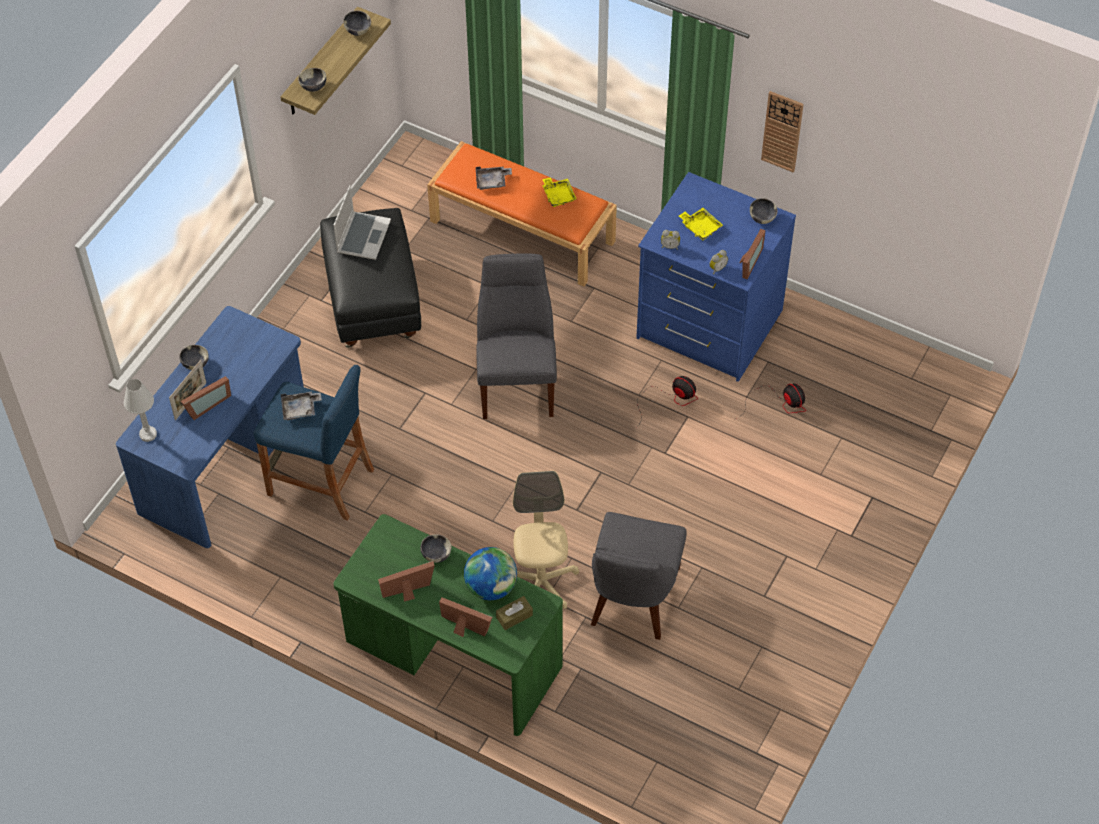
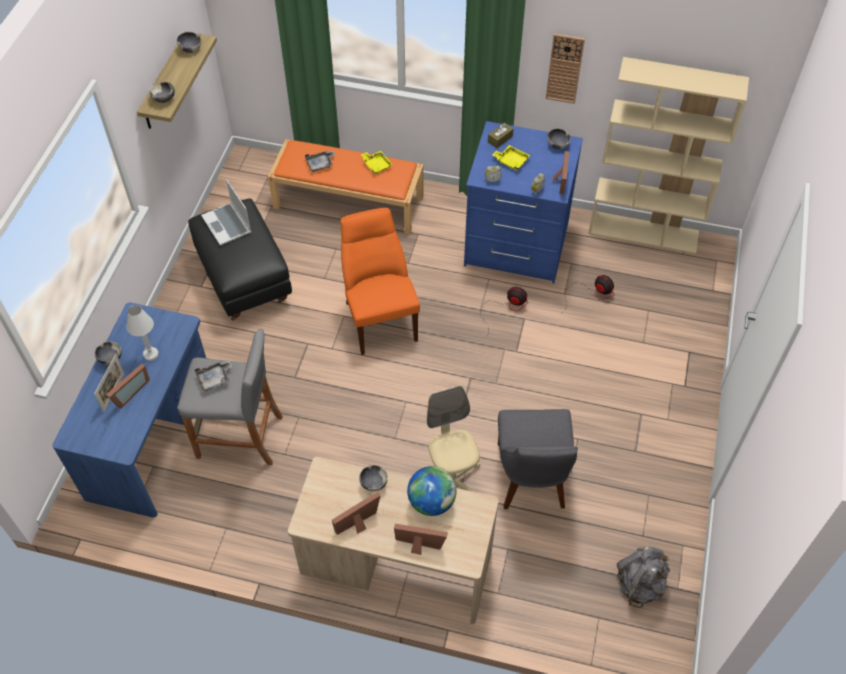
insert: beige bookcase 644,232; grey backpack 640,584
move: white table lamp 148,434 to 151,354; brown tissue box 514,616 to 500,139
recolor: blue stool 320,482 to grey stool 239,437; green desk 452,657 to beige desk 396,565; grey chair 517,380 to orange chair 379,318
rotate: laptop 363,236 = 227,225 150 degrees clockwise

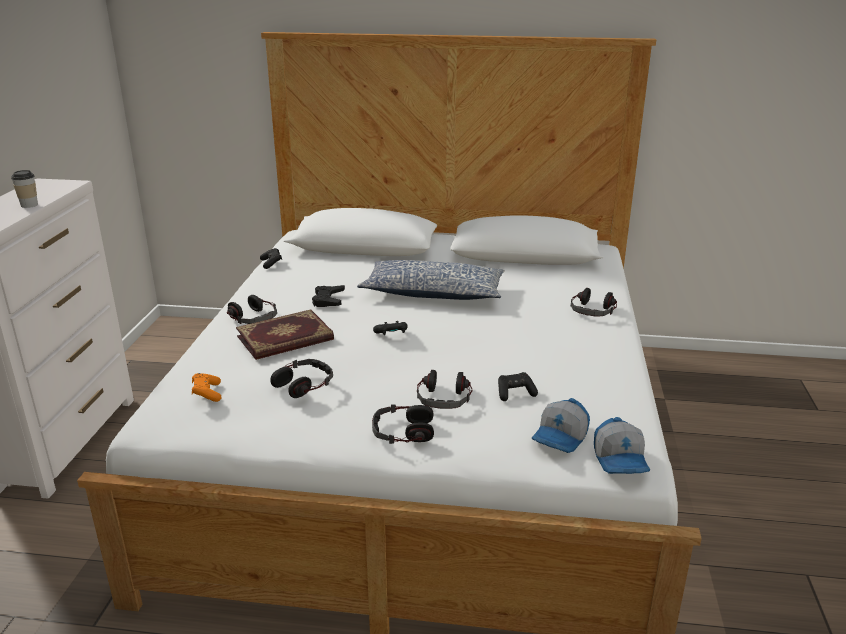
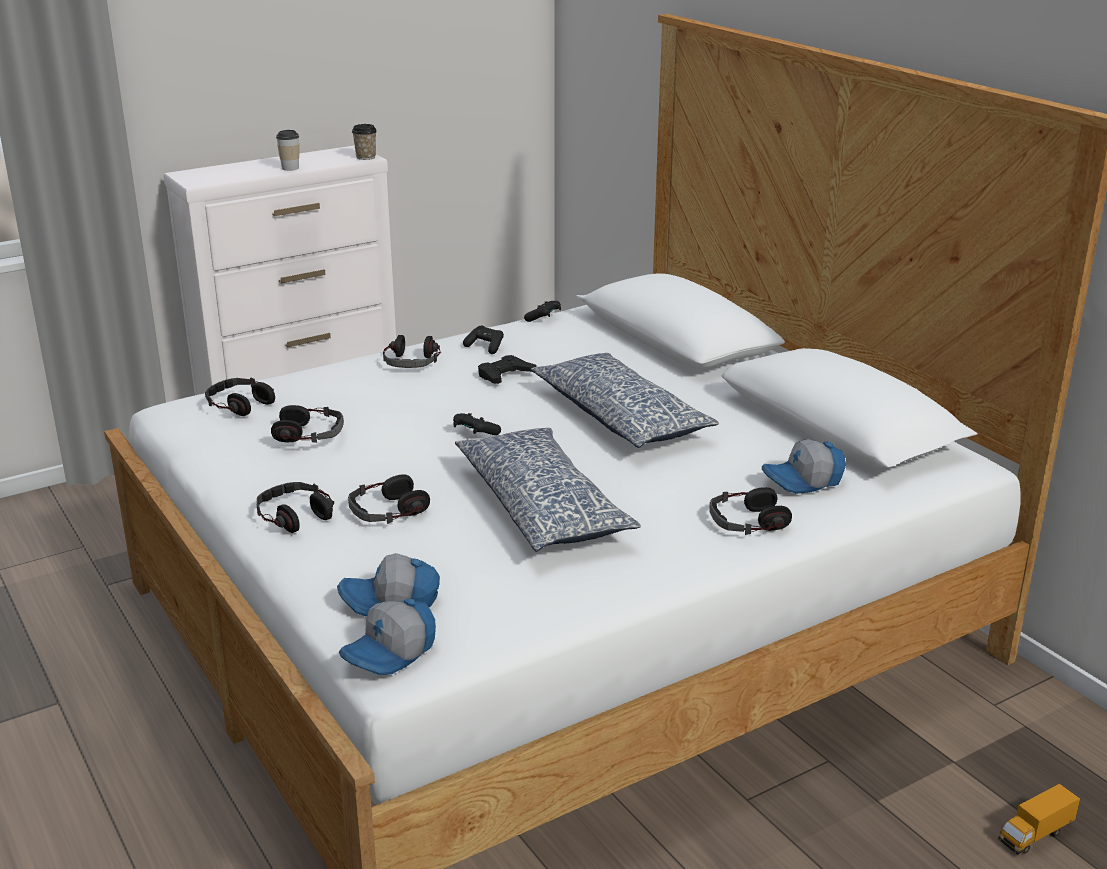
delete: book 285,339
insert: cup 365,157; pillow 542,506; cap 803,481; toy truck 1035,835
move: black game controller 515,393 to 485,347
replace: orange game controller 207,394 to headphones 240,404

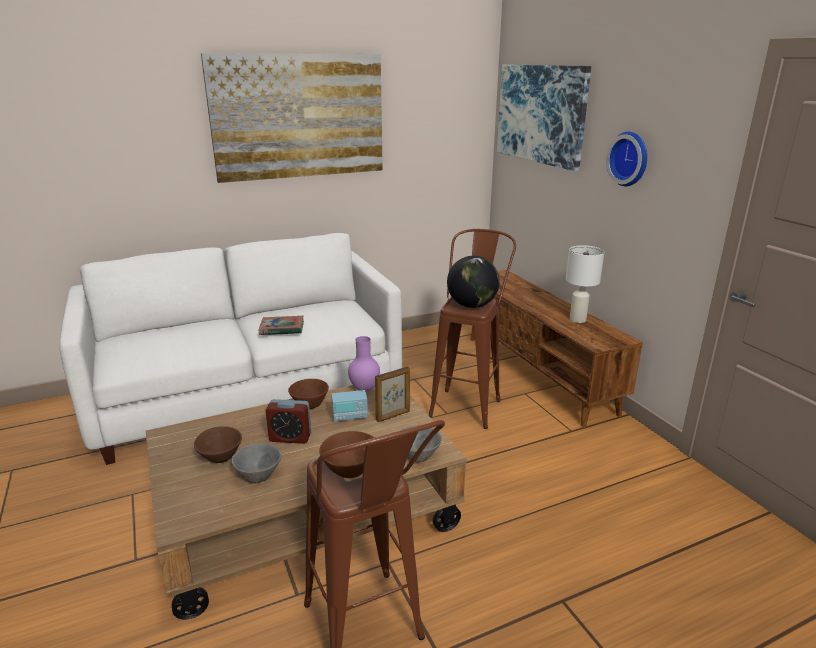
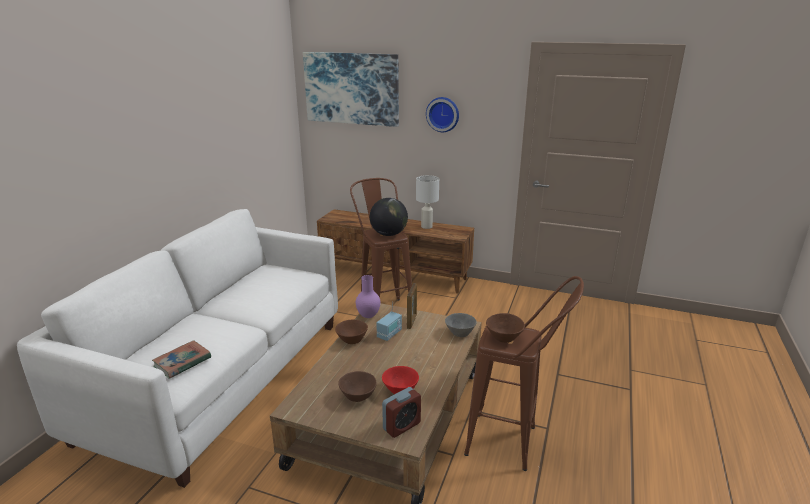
delete: picture 299,116
move: book 282,329 to 182,362; alarm clock 290,438 to 401,426
recolor: grey bowl 260,475 to red bowl 401,390

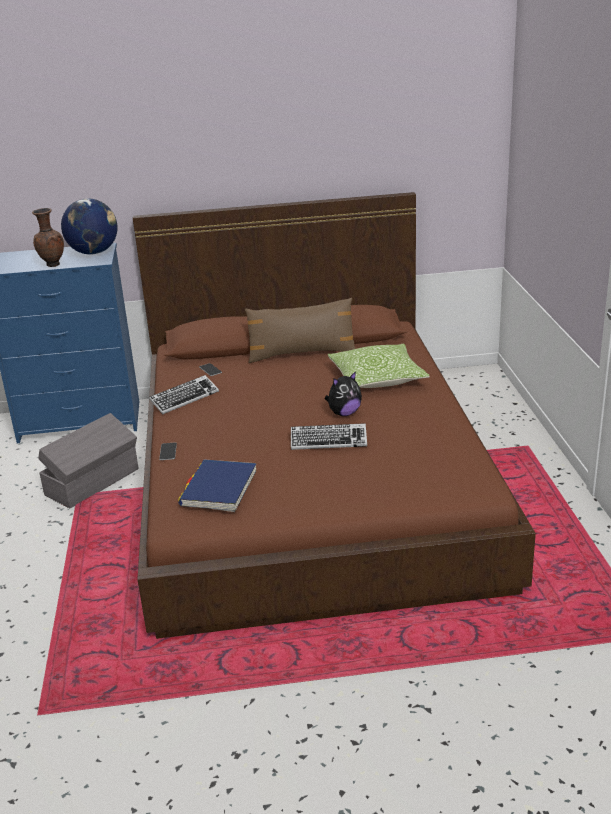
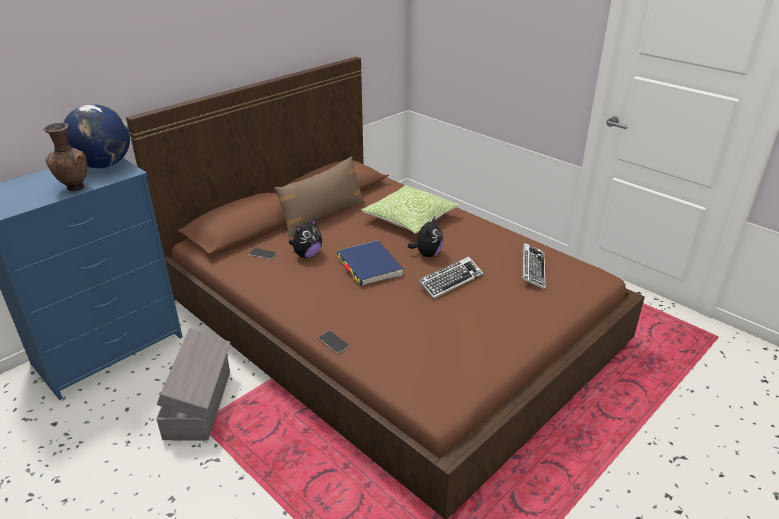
insert: plush toy 307,255
move: blue book 219,489 to 369,266; keyboard 184,398 to 532,269

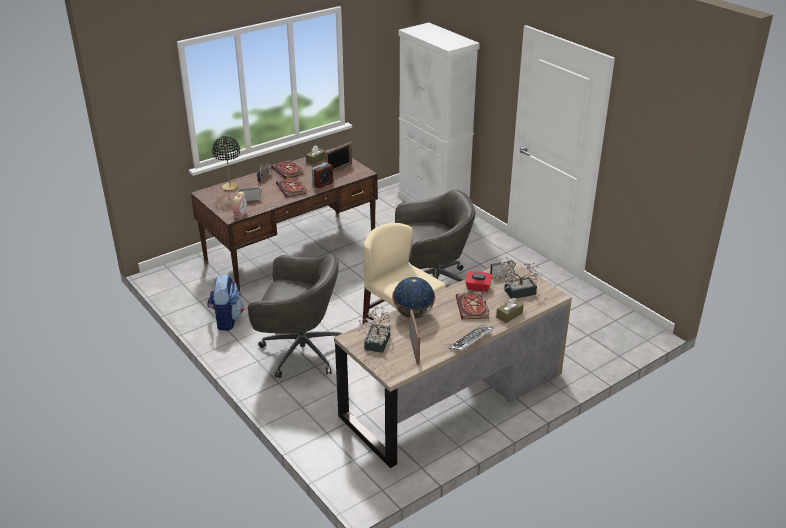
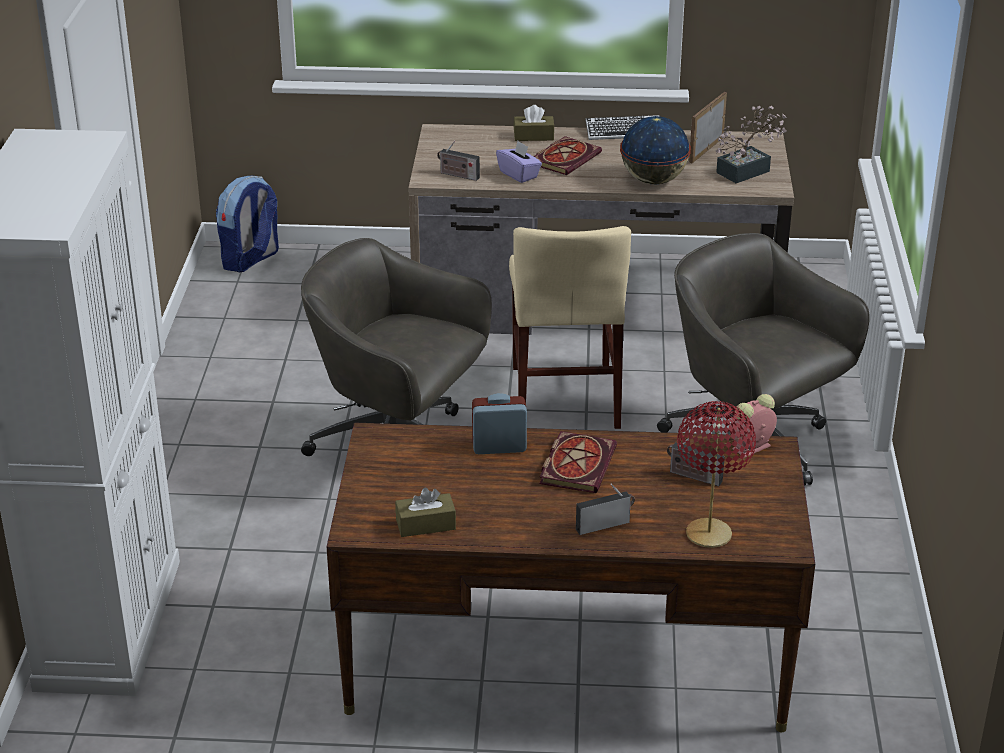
delete: book 288,171; picture frame 339,169; potted plant 516,292
move: backpack 226,320 to 250,260
recolor: red tissue box 478,288 to purple tissue box 519,174; black table lamp 230,187 to red table lamp 709,535

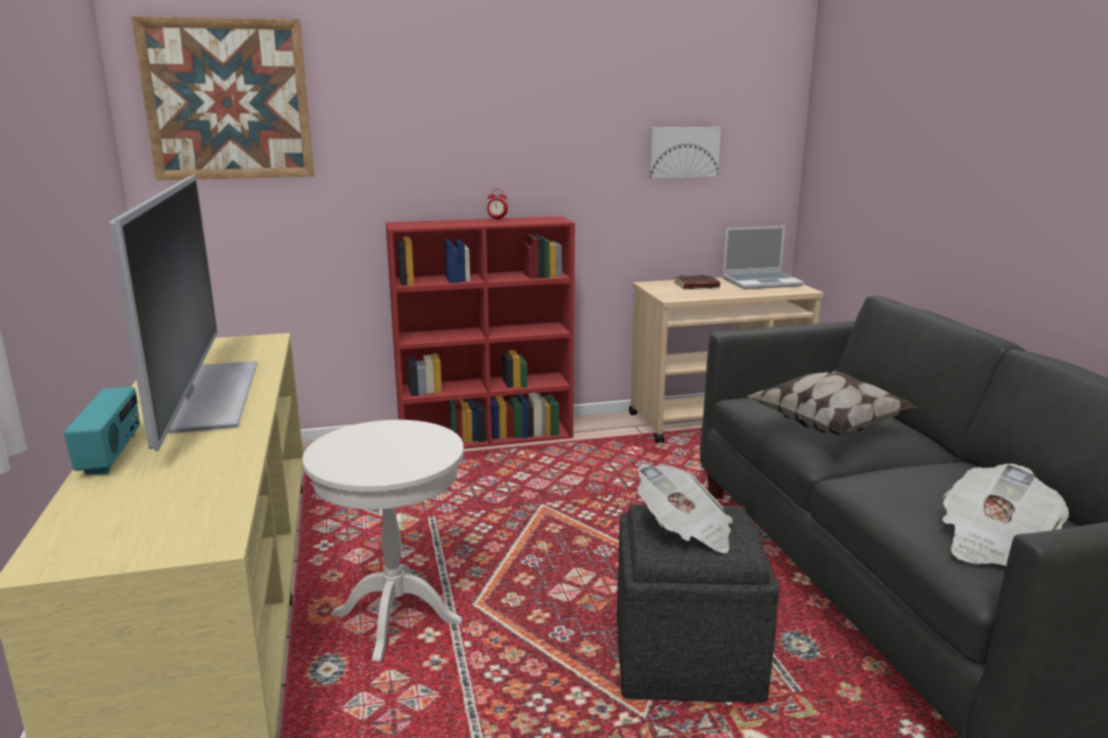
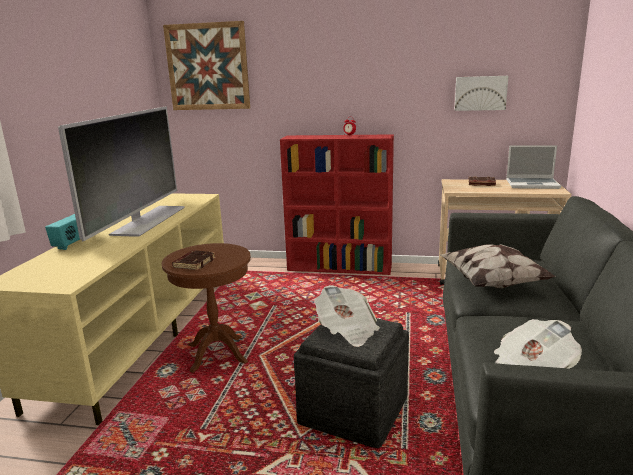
insert: brown book 194,263
recolor: white side table 396,619 to brown side table 217,354

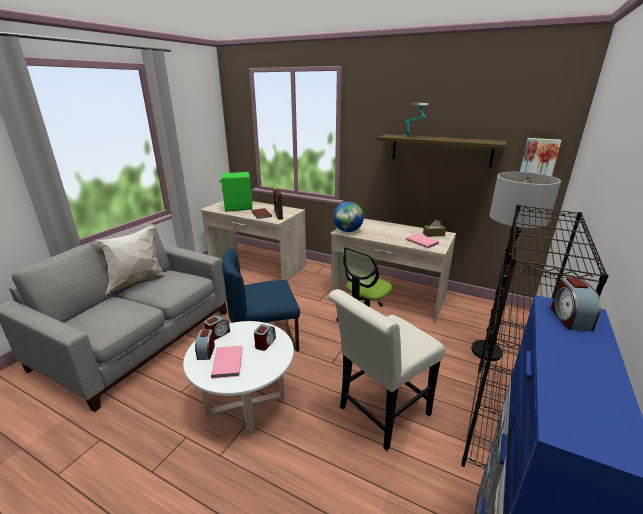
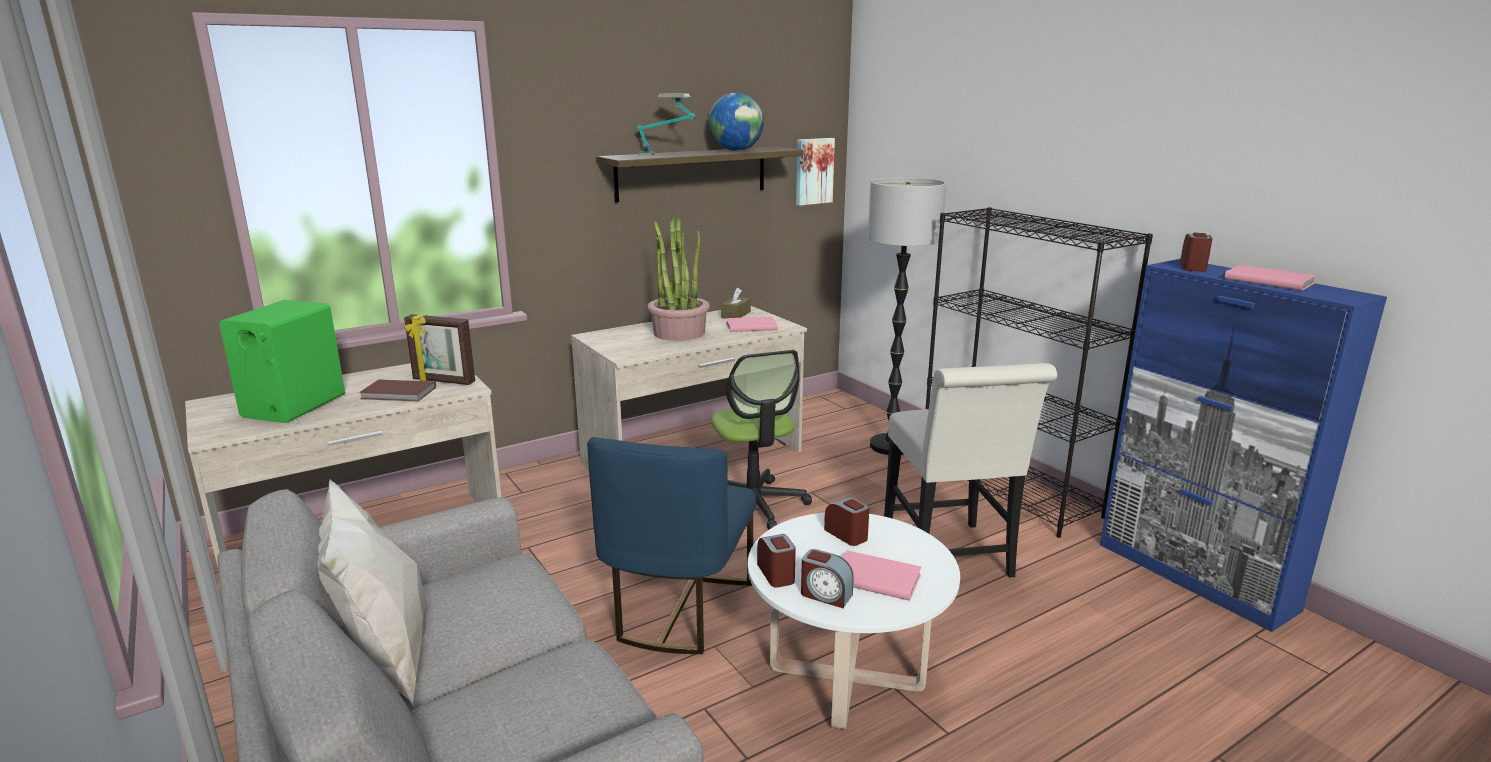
insert: potted plant 679,332; pink book 1268,280
move: globe 348,231 to 736,151
rotate: alarm clock 569,318 = 1193,267 105 degrees counterclockwise

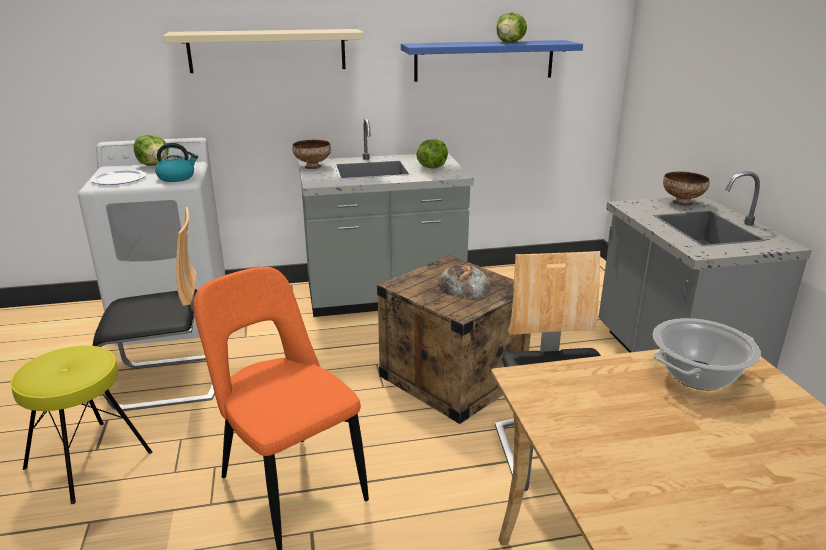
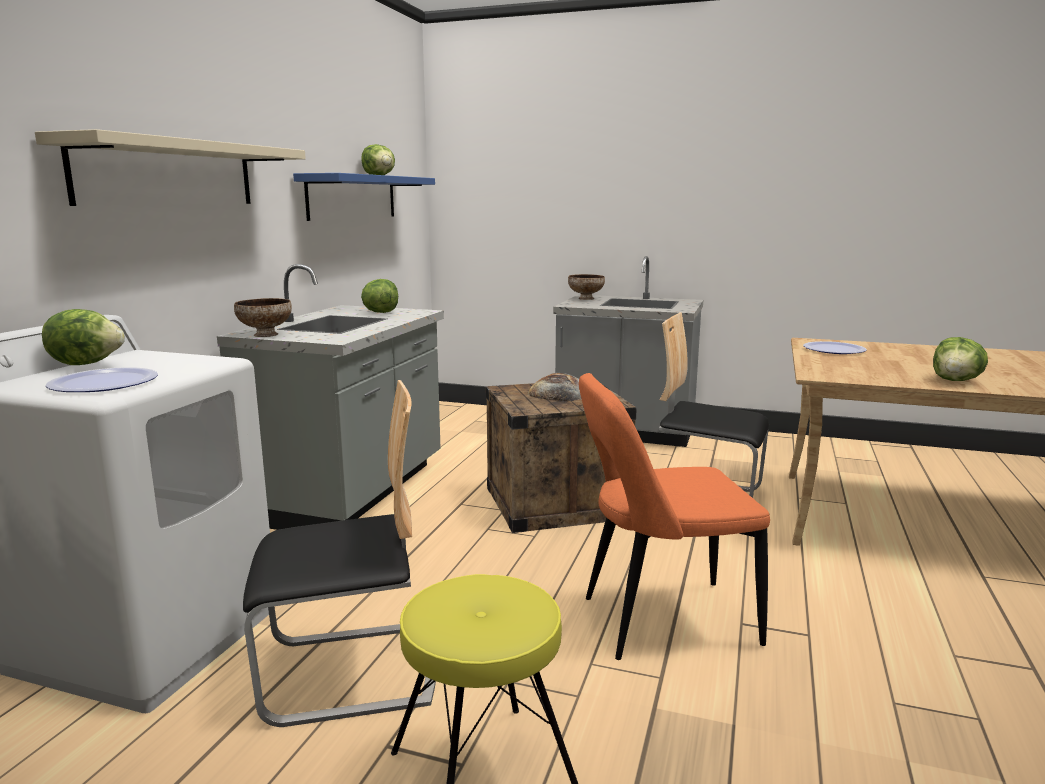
delete: kettle 177,177
insert: lettuce 955,381
replace: cooking pot 697,375 to plate 833,350
rotate: chair 167,382 = 349,673 60 degrees clockwise

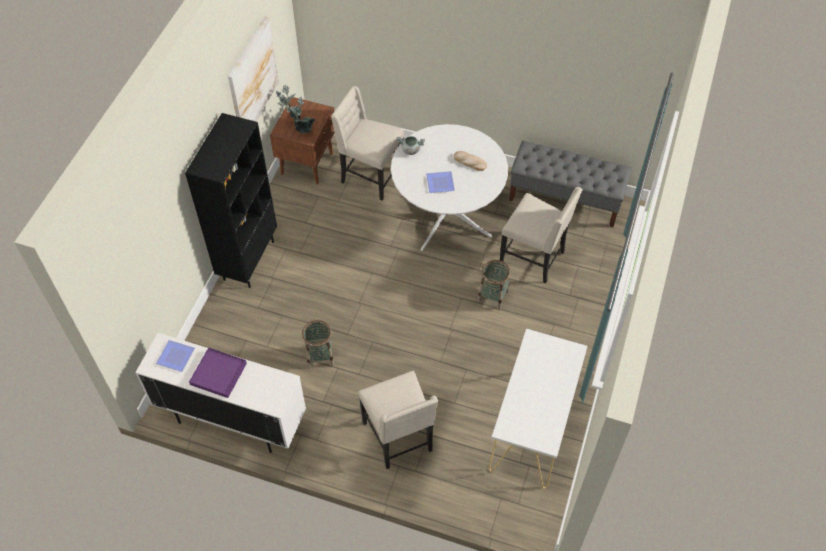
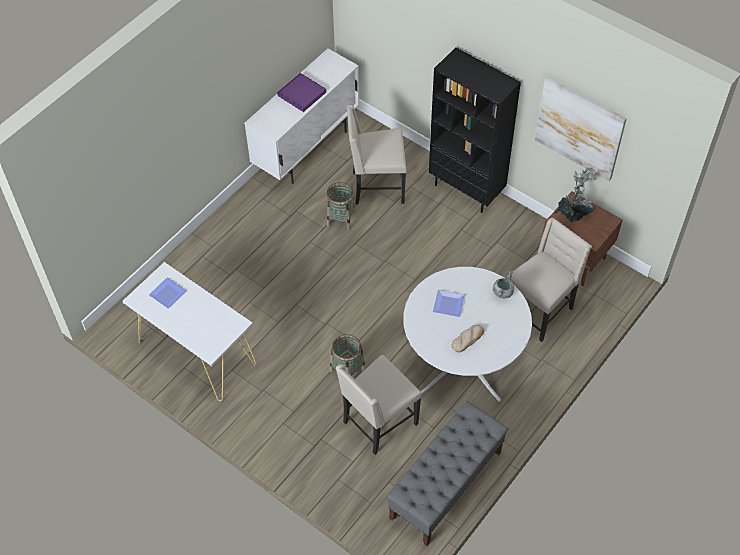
move: plate 174,357 to 168,292; beige chair 399,437 to 376,187

